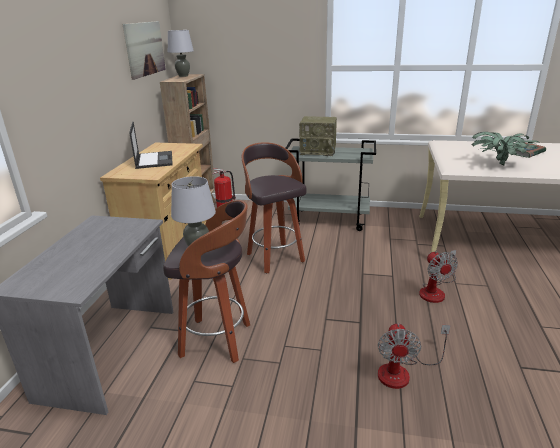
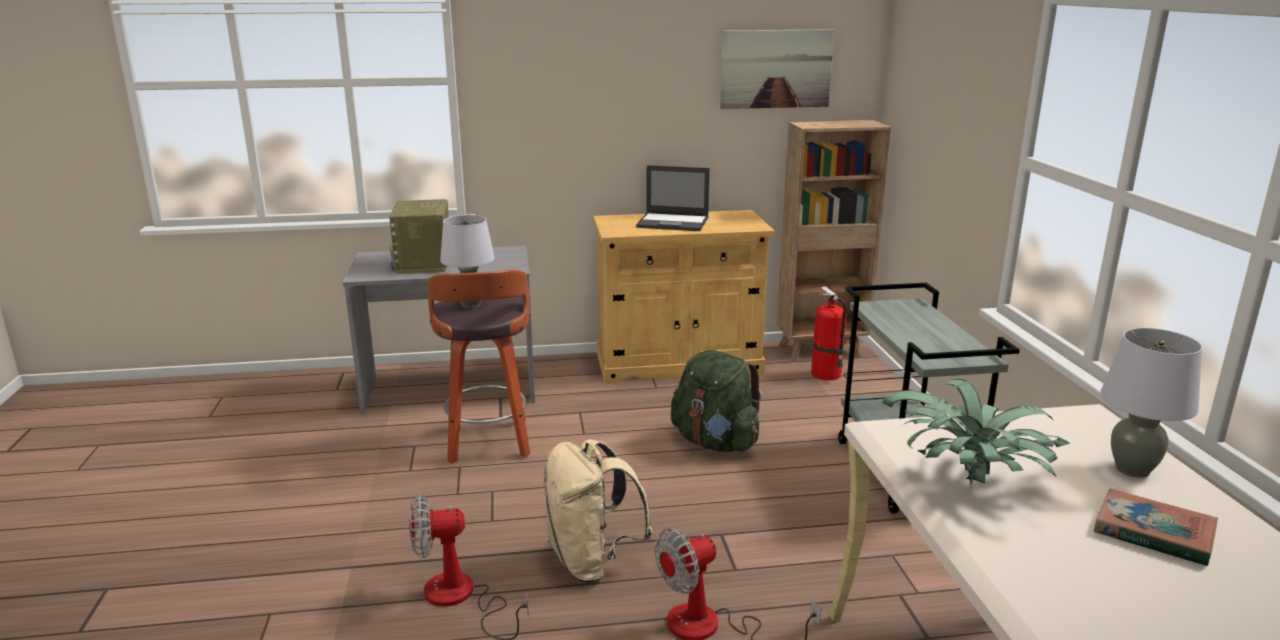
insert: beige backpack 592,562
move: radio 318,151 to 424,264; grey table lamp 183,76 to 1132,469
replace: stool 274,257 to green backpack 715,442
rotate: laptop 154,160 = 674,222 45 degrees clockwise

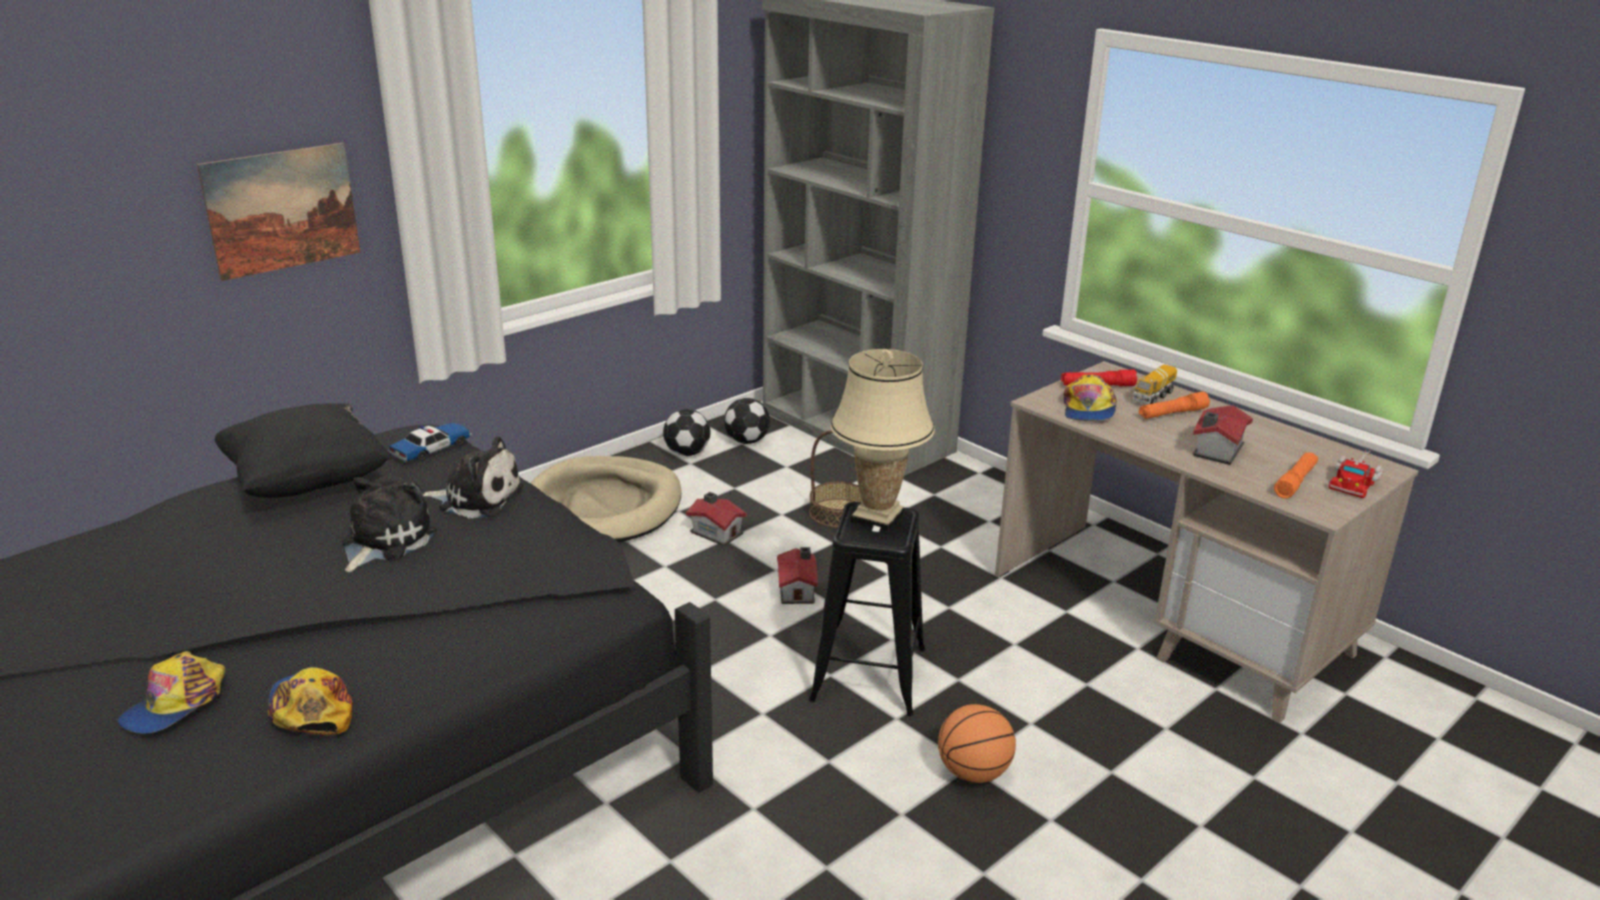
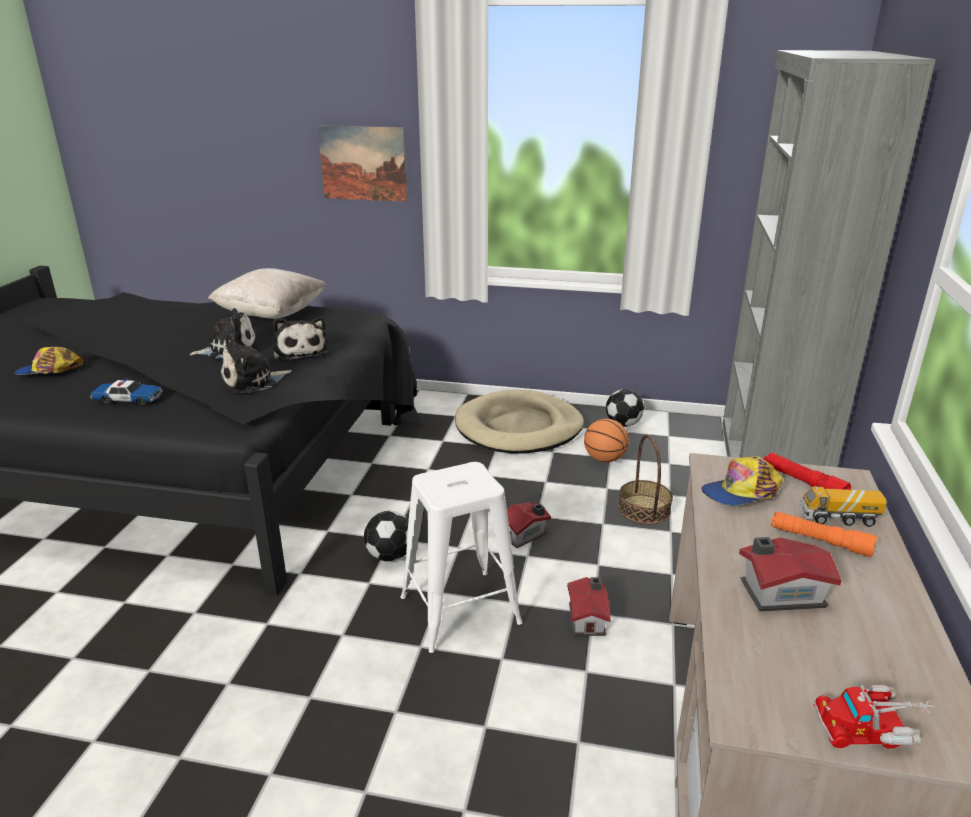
delete: cap 312,708; beige table lamp 878,517; orange flashlight 1295,482
insert: plush toy 253,381
move: toy car 431,449 to 128,399; football 747,441 to 390,556; toy house 716,532 to 588,618; basketball 973,773 to 604,459
recolor: black pillow 307,483 to beige pillow 272,315; black stool 868,675 to white stool 459,610

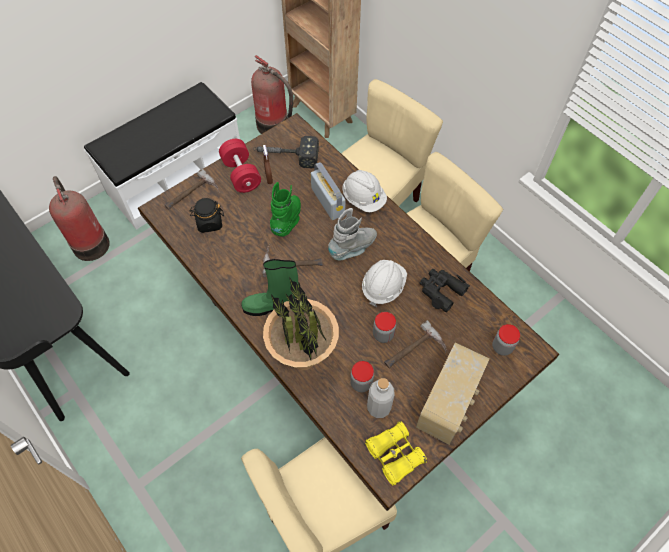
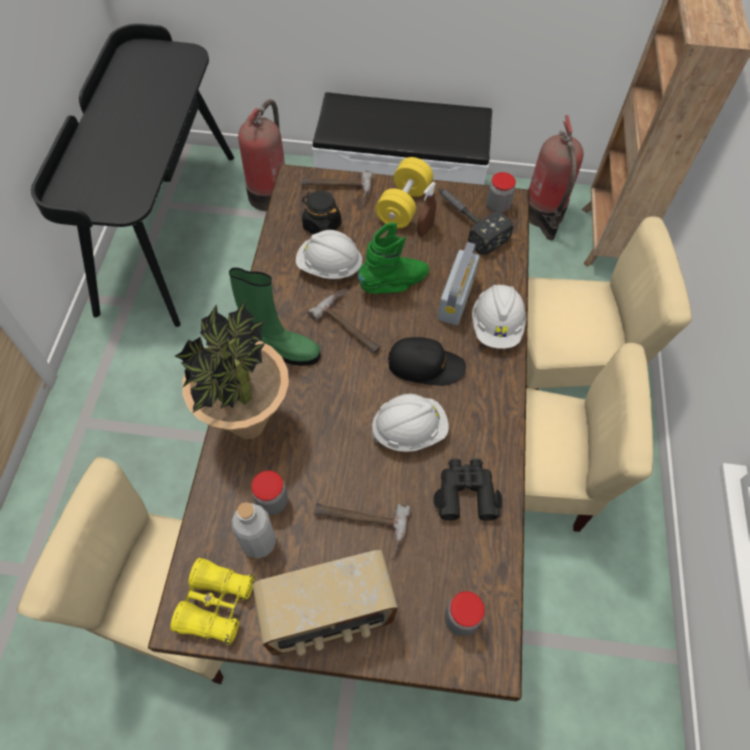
insert: white hard hat 329,267
move: jar 383,334 to 497,206
replace: grey boot 353,248 to black cap 425,365
recolor: red dumbbell 241,174 to yellow dumbbell 403,205
rotate: green boot 271,306 = 282,349 150 degrees clockwise

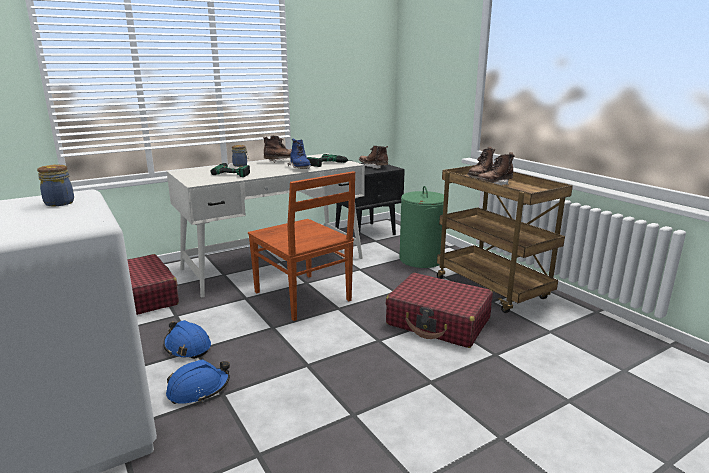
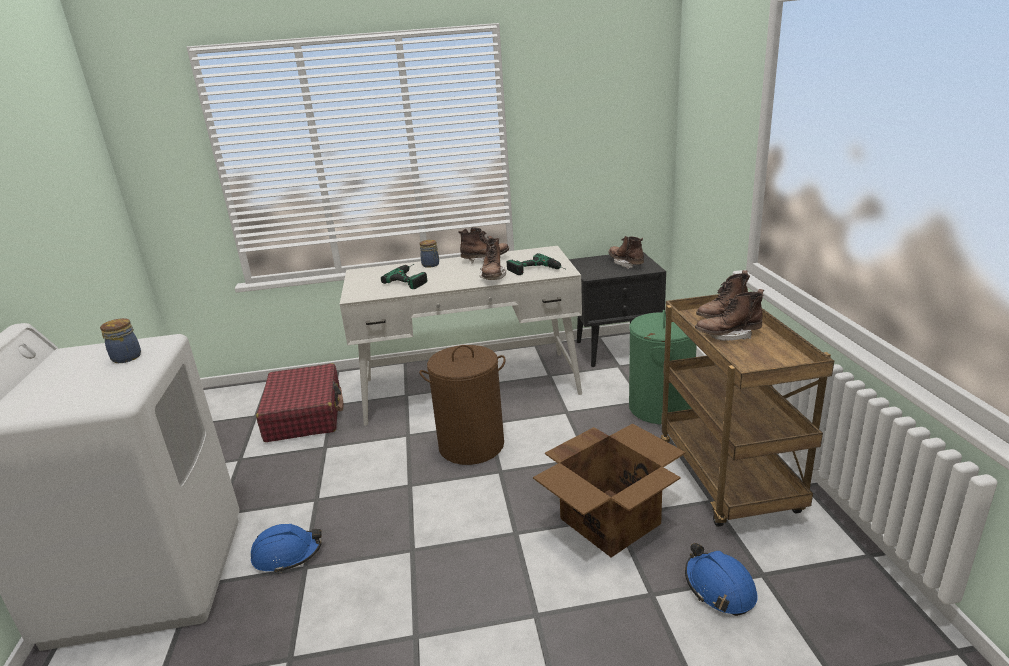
move: blue hard hat 187,347 to 719,588
replace: brown chair 303,297 to brown laundry basket 471,446; red suitcase 438,322 to cardboard box 611,520
recolor: blue boot 300,168 to brown boot 493,277

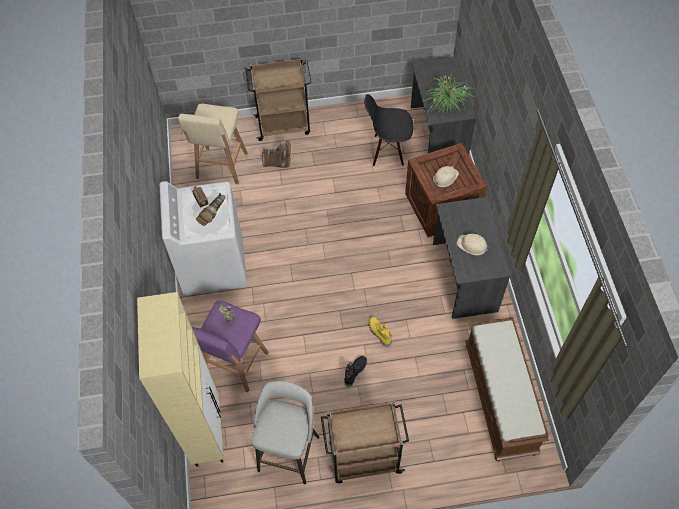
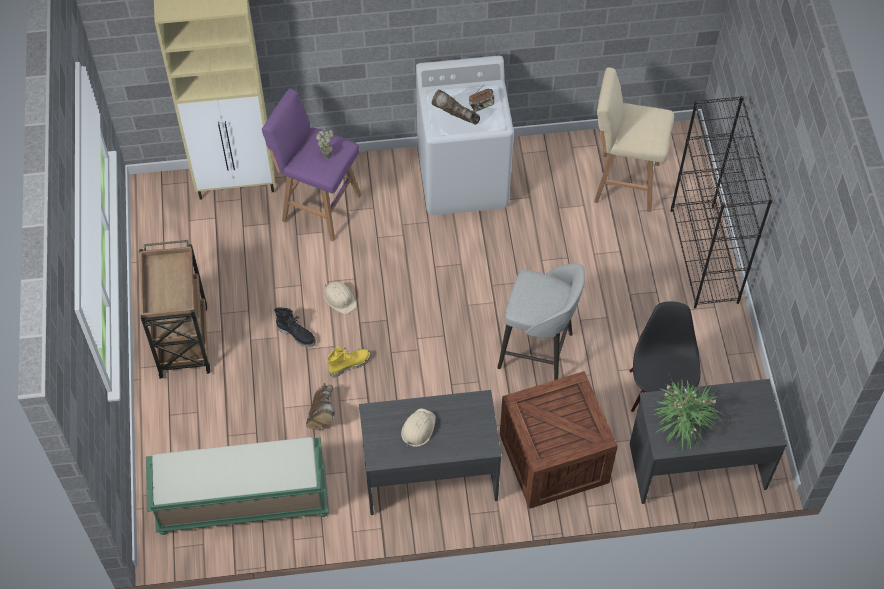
move: brown boot 278,163 to 322,415; beige hard hat 445,177 to 339,298; grey stool 289,451 to 538,351
replace: brown cart 284,125 to black bookcase 704,256
recolor: brown bench 500,398 to green bench 241,502

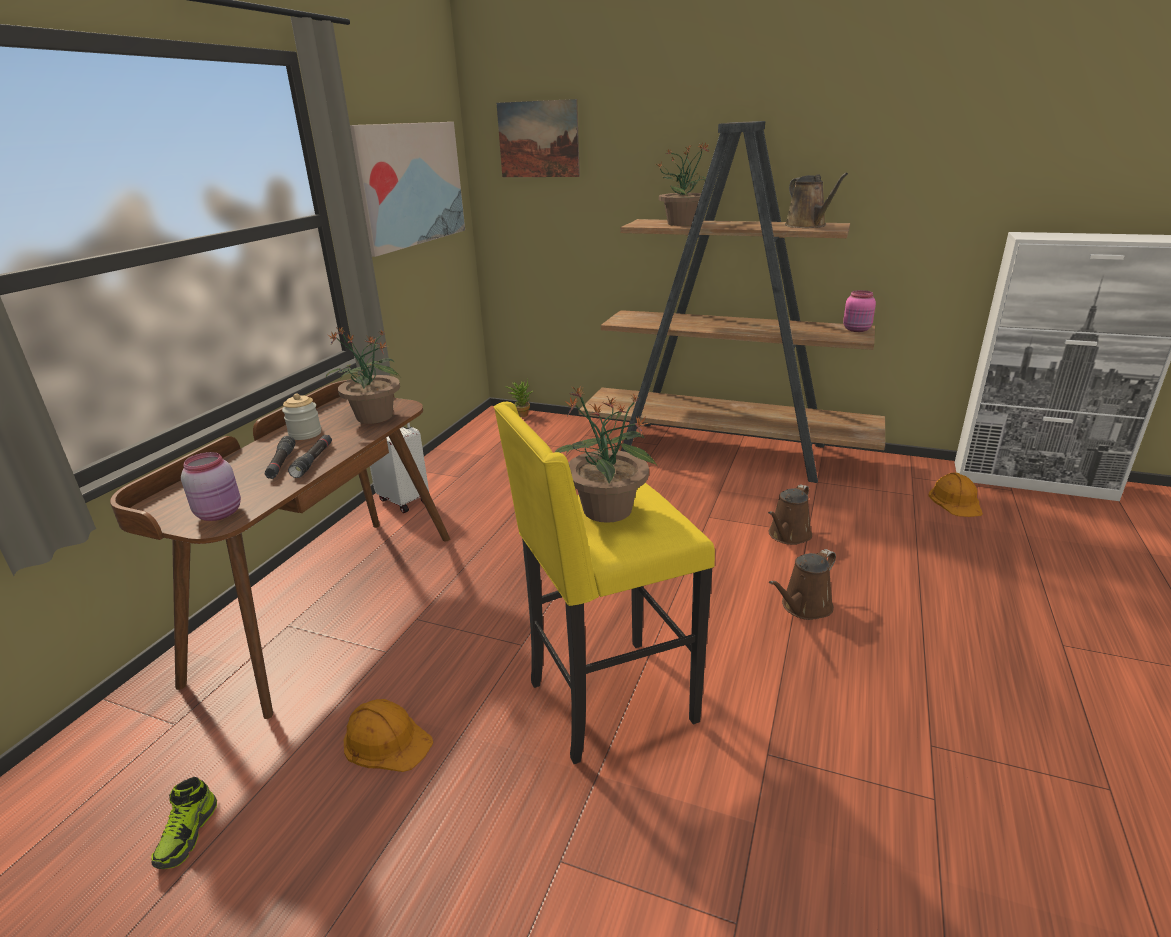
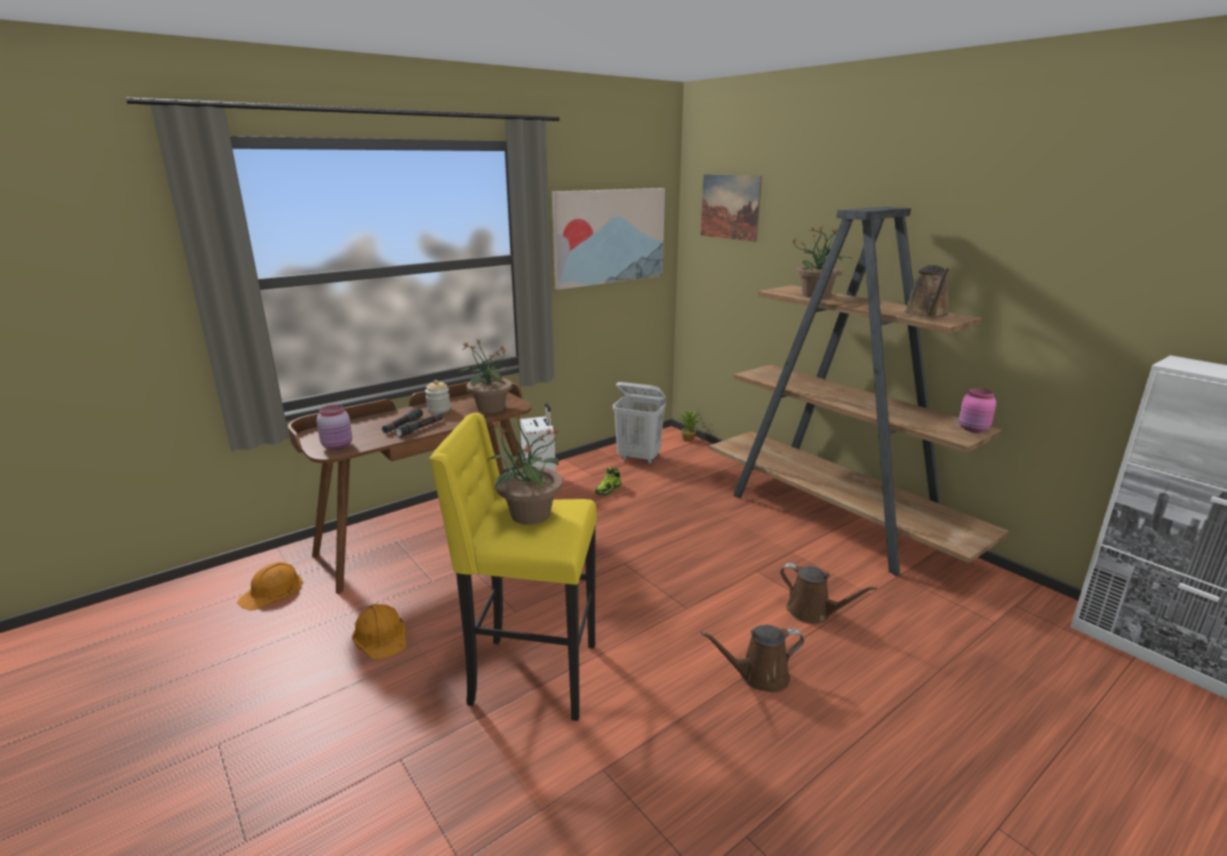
insert: white laundry basket 639,458
move: orange hard hat 956,501 to 272,591; shoe 188,834 to 608,490
rotate: brown watering can 788,536 = 813,612 120 degrees counterclockwise

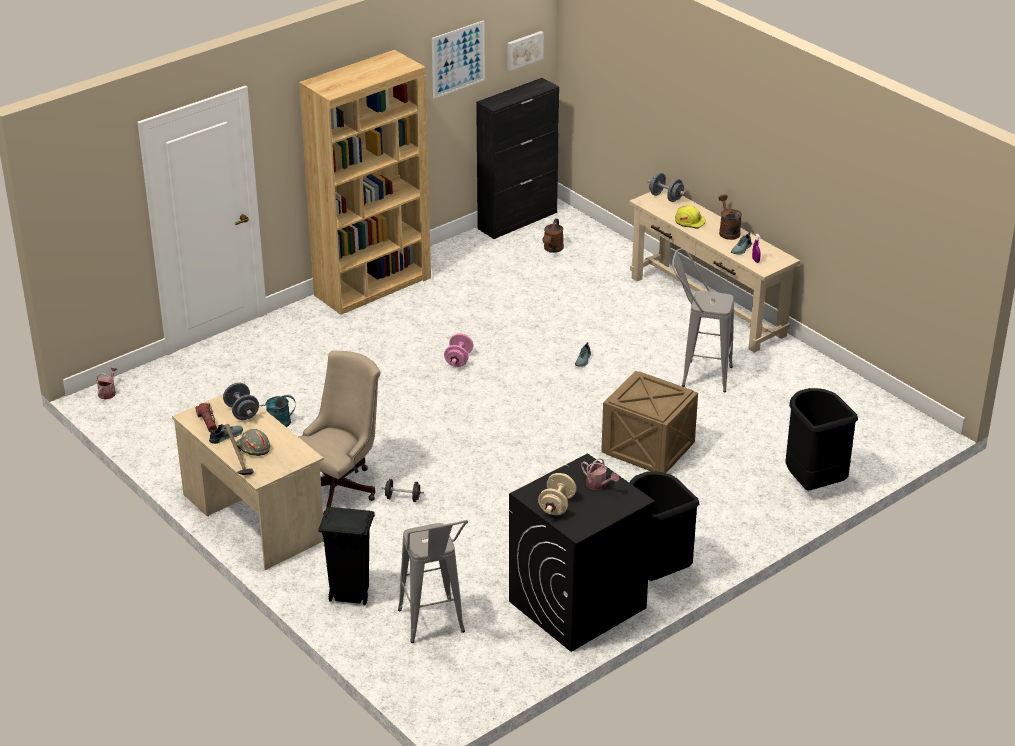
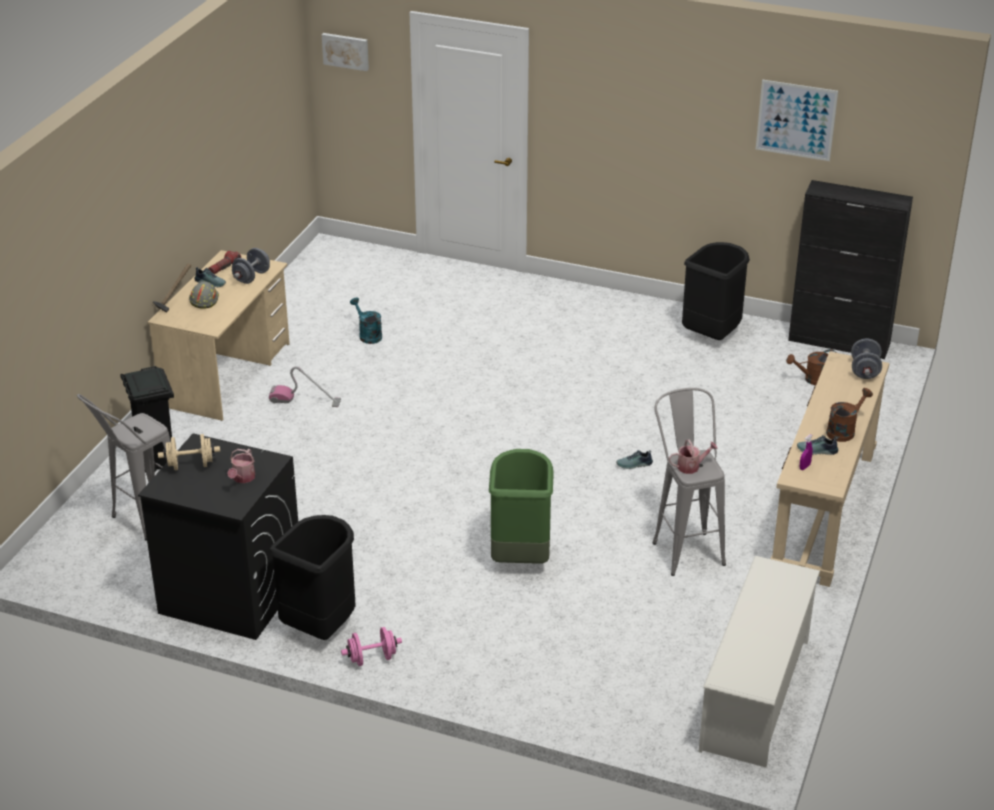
delete: brown bookcase 373,286; black dumbbell 403,498; yellow hard hat 690,222
insert: white shoe rack 755,694
move: picture 524,50 to 346,51; pink dumbbell 459,360 to 372,658; watering can 108,392 to 691,466; black trash can 812,482 to 712,334
replace: beige office chair 340,486 to vacuum cleaner 305,400; crate 649,449 to green trash can 520,557

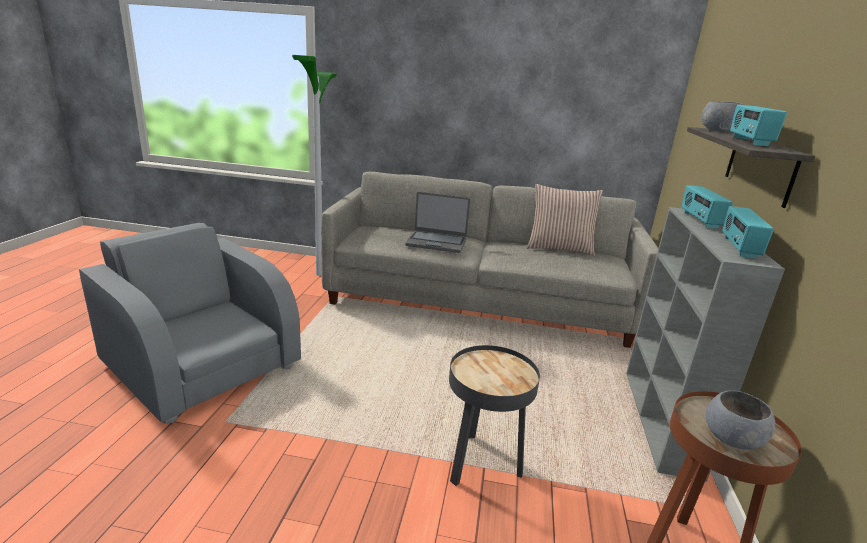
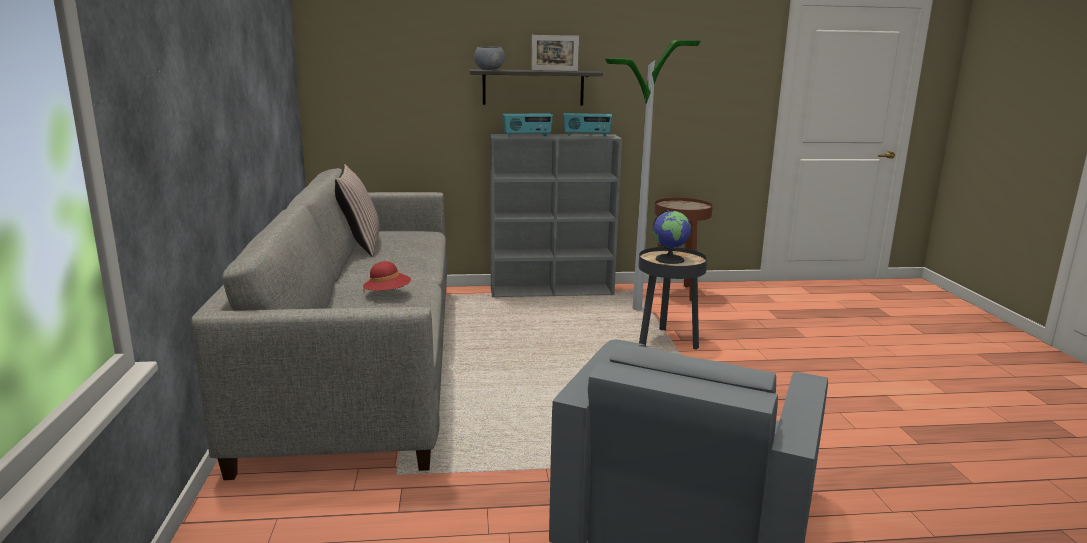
delete: grey bowl 731,438
insert: globe 670,259
move: floor lamp 320,274 to 637,309
replace: laptop 436,242 to red hat 387,293; radio 749,141 to picture frame 554,70

